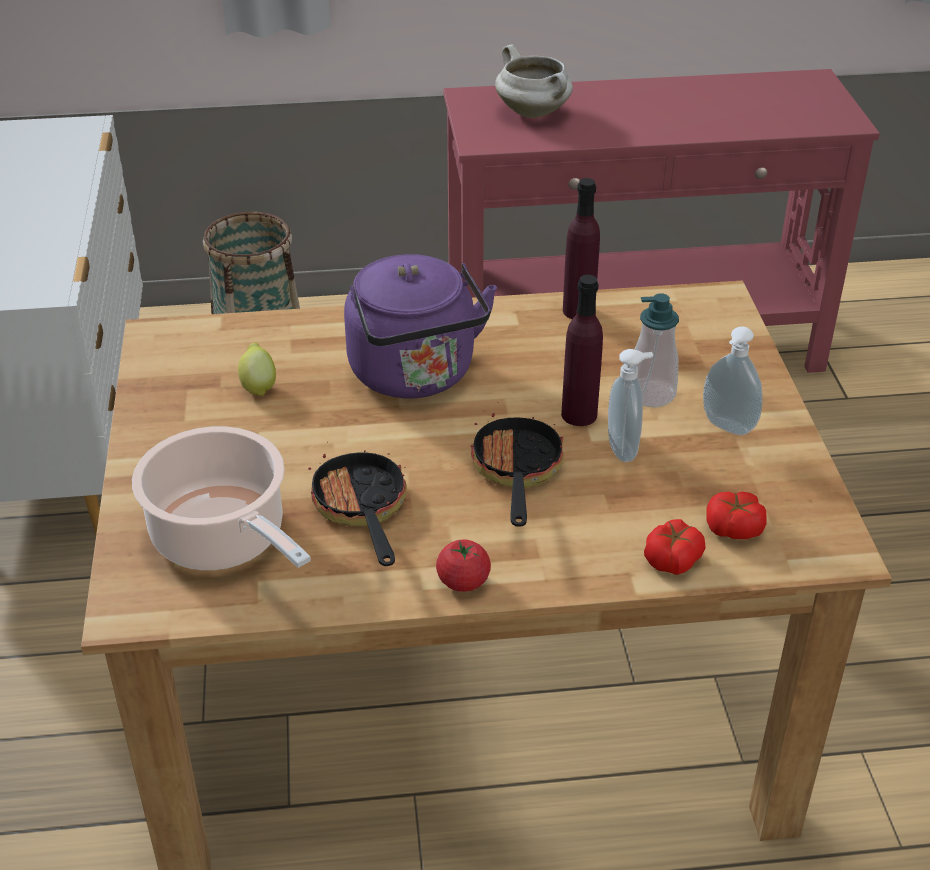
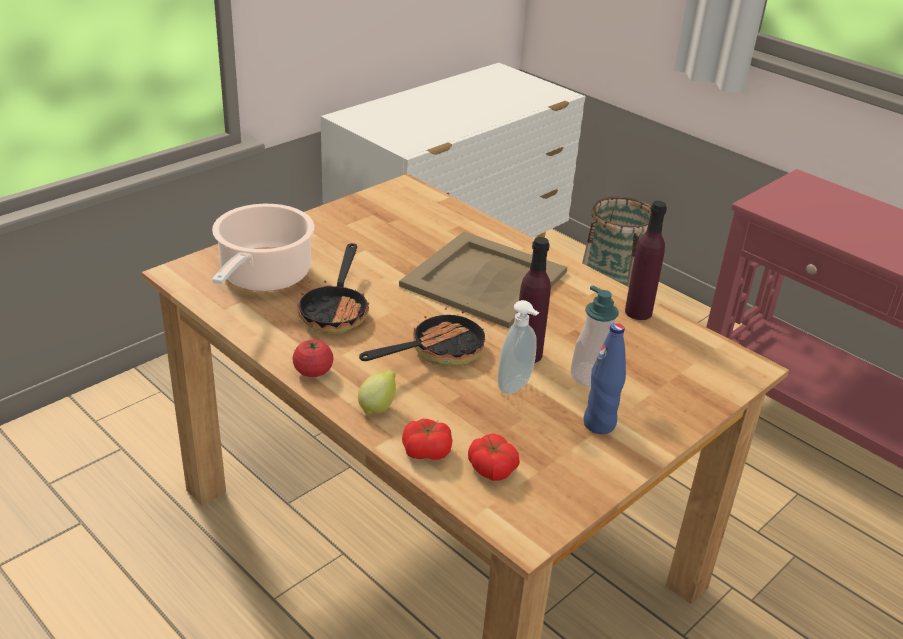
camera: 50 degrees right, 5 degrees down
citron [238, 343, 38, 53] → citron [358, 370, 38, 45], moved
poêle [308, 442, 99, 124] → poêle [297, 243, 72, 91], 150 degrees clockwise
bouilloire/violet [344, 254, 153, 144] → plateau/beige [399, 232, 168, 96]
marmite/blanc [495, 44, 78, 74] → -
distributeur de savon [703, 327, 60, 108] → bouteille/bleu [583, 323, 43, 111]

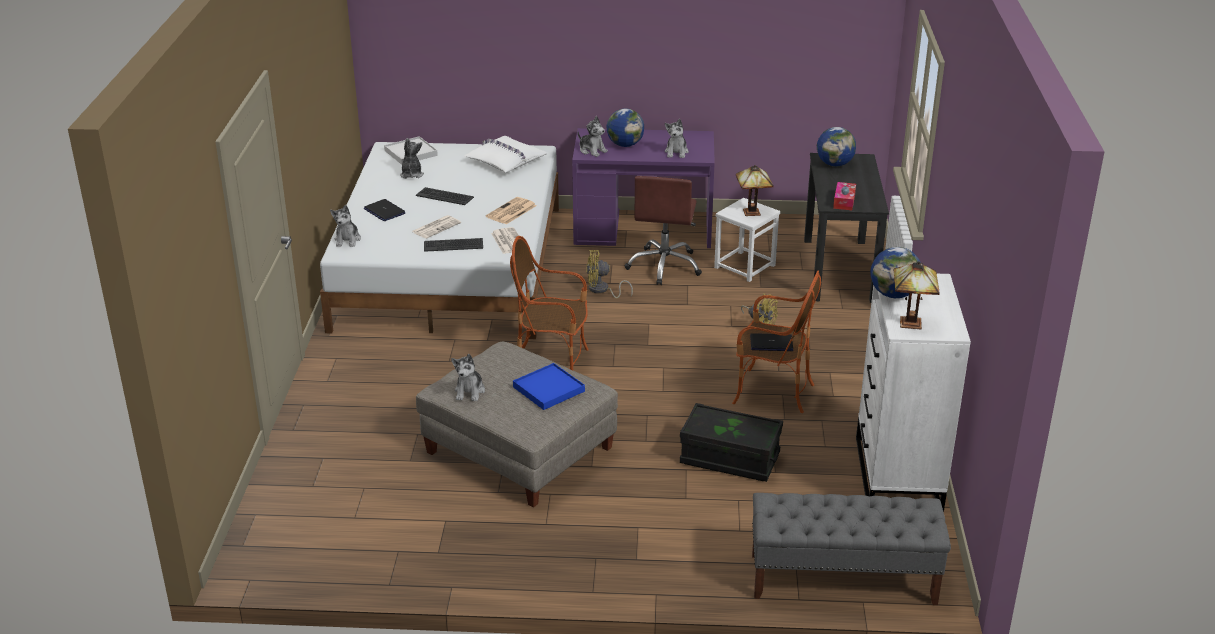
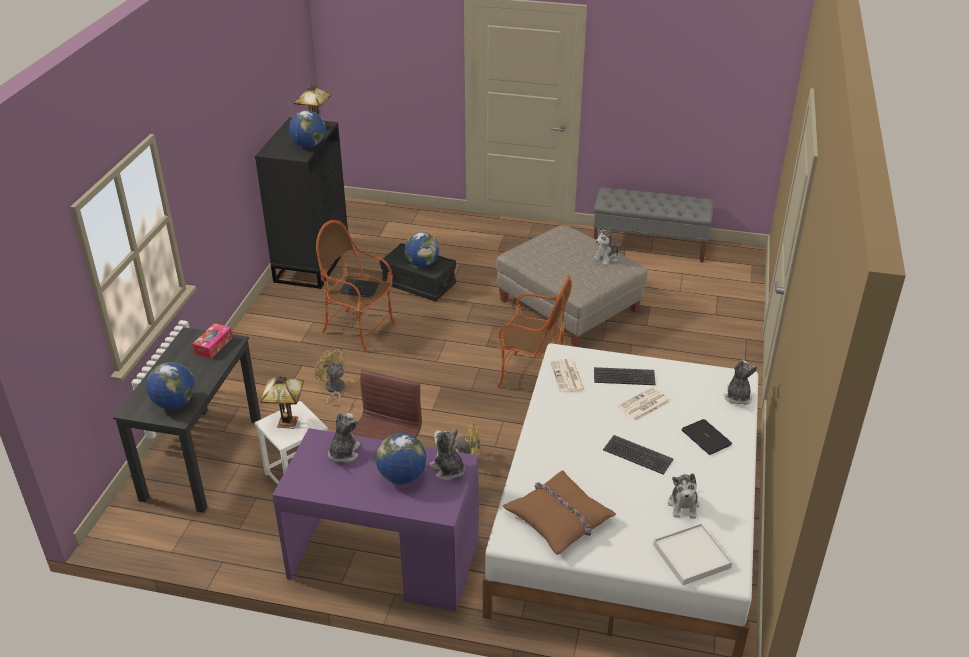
camera: 170 degrees left, 5 degrees up
peluche [451, 354, 34, 47] → peluche [593, 229, 27, 37], 150 degrees counterclockwise
coussin/blanc [464, 136, 84, 37] → coussin/marron [503, 471, 113, 84]
journal [486, 197, 51, 27] → -
plateau/bleu [513, 363, 72, 47] → -
banc/gris [752, 493, 199, 112] → banc/gris [594, 187, 120, 75], moved
commode/blanc [856, 274, 115, 238] → commode/noir [255, 117, 93, 172]
- → globe [405, 232, 34, 35]

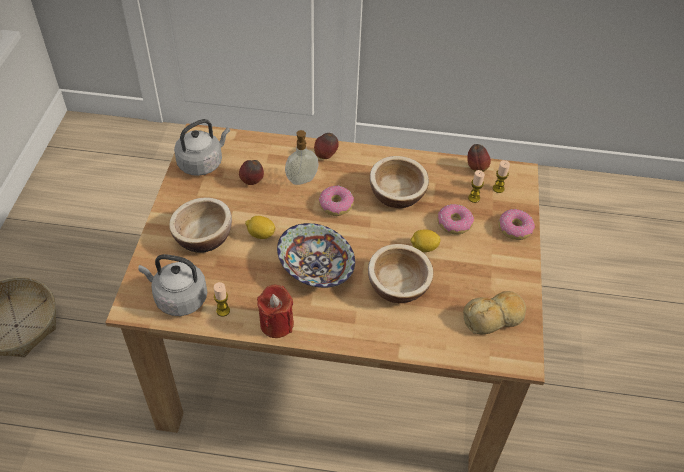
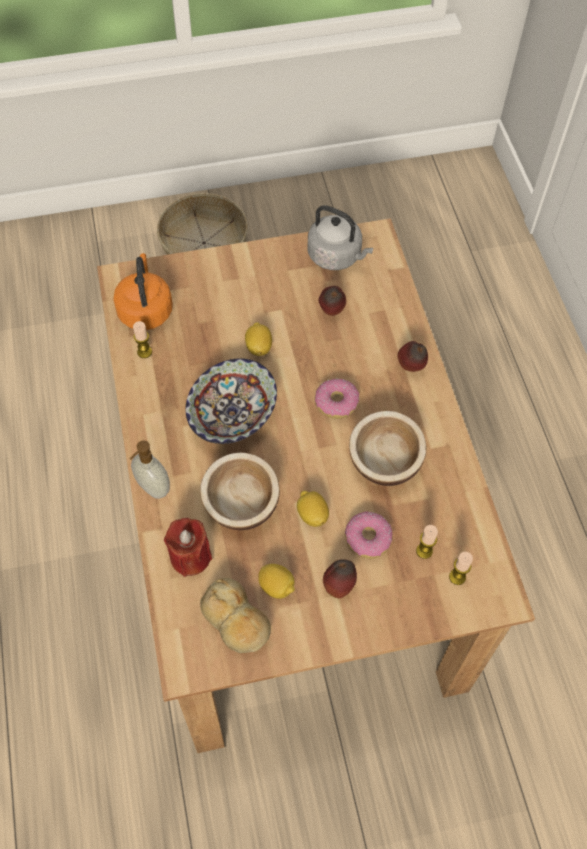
camera: 70 degrees right, 10 degrees up
bouilloire/gris [138, 254, 69, 62] → bouilloire/orange [113, 253, 60, 77]
bol [169, 197, 63, 56] → -
bougie/rouge [257, 285, 37, 53] → bougie/rouge [164, 518, 48, 59], moved
distributeur de savon [285, 130, 34, 55] → distributeur de savon [130, 440, 40, 59], moved
pomme [467, 144, 24, 28] → pomme [323, 559, 34, 39], moved
beignet [498, 209, 37, 31] → -
- → citron [258, 564, 37, 35]

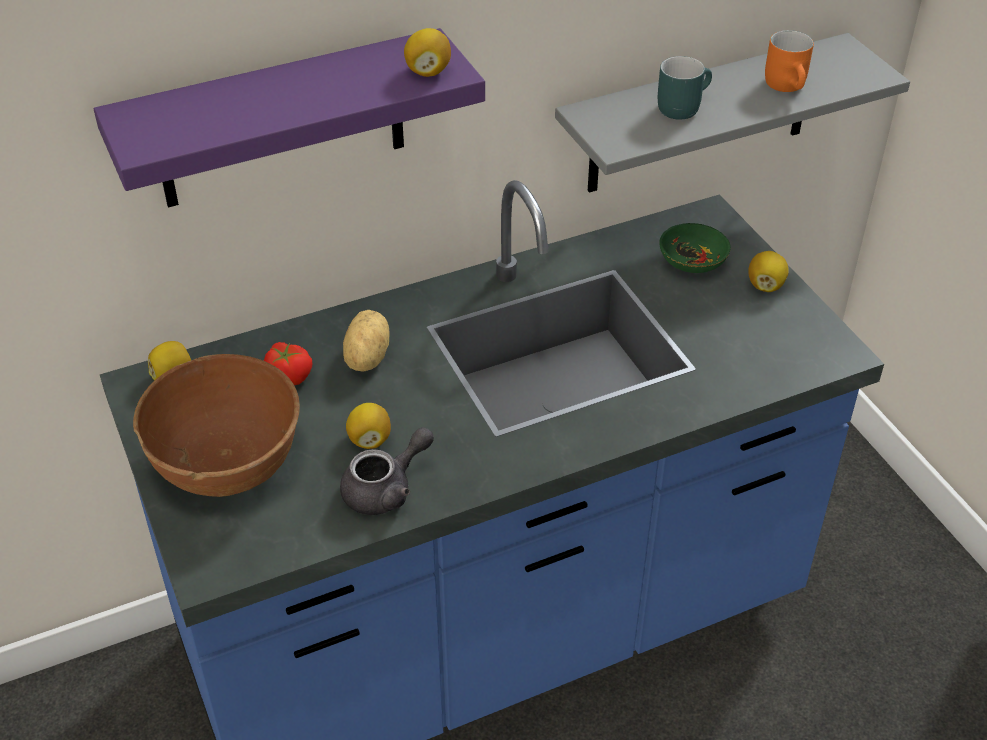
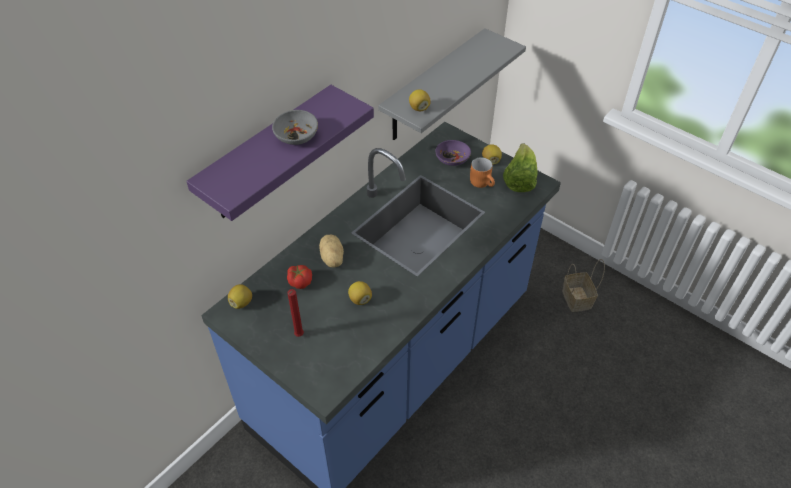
camera: 25 degrees left, 5 degrees up
bol/marron [133, 354, 167, 143] → bougie/rouge [287, 289, 17, 48]
théière/gris [340, 427, 94, 88] → -
citron [404, 28, 47, 49] → citron [409, 89, 22, 22], moved
mug/turquoise [658, 56, 54, 64] → -
bol/vert [659, 223, 72, 50] → bol/violet [435, 140, 36, 26]
mug/orange [765, 30, 49, 62] → mug/orange [470, 157, 25, 31], moved
- → bol/gris [272, 110, 46, 35]
- → laitue [503, 143, 35, 49]
- → panier [562, 259, 43, 53]

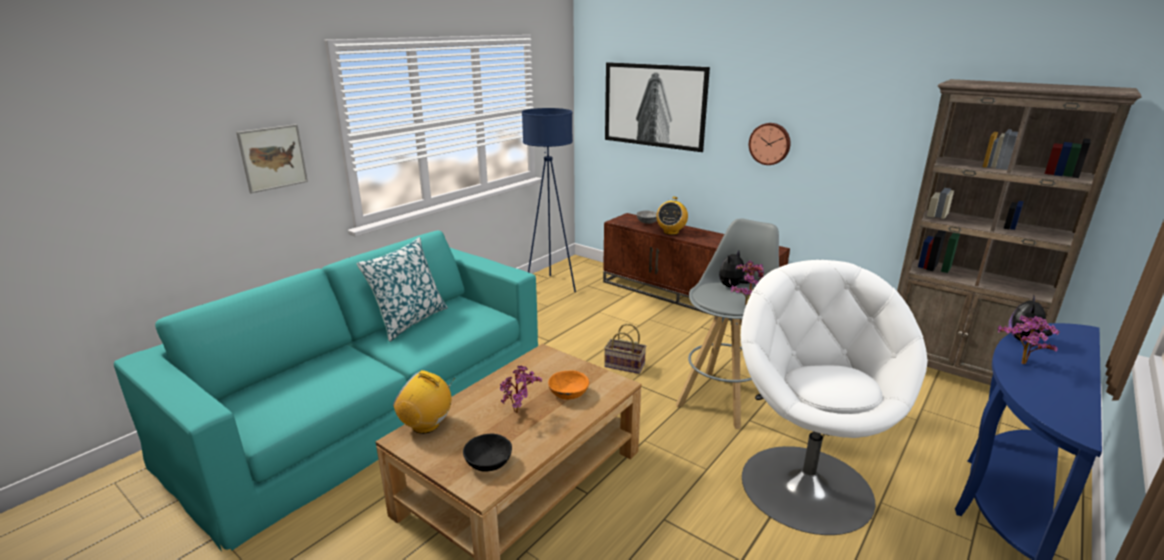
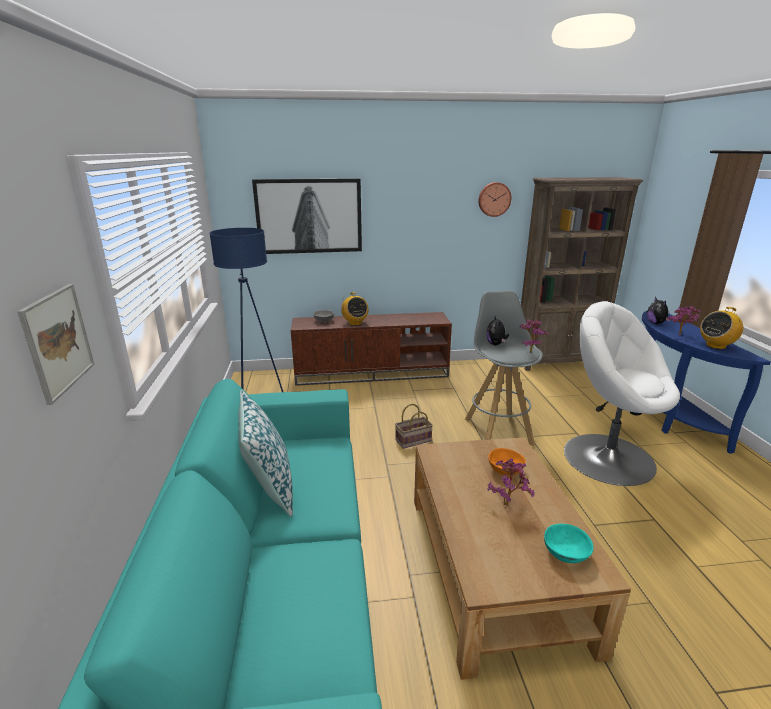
camera: 45 degrees left, 0 degrees up
radio [393, 370, 62, 64] → radio [700, 307, 43, 42], moved
bol/noir [463, 434, 49, 38] → bol/turquoise [544, 524, 50, 39]
horloge murale [749, 123, 42, 42] → horloge murale [479, 182, 32, 35], moved

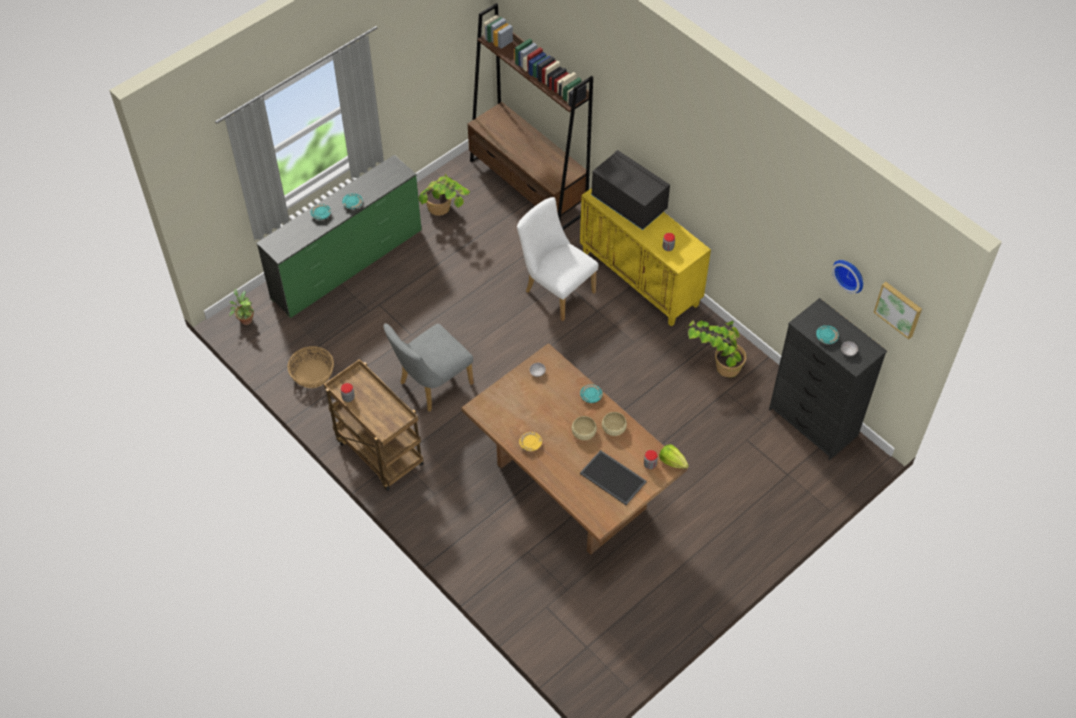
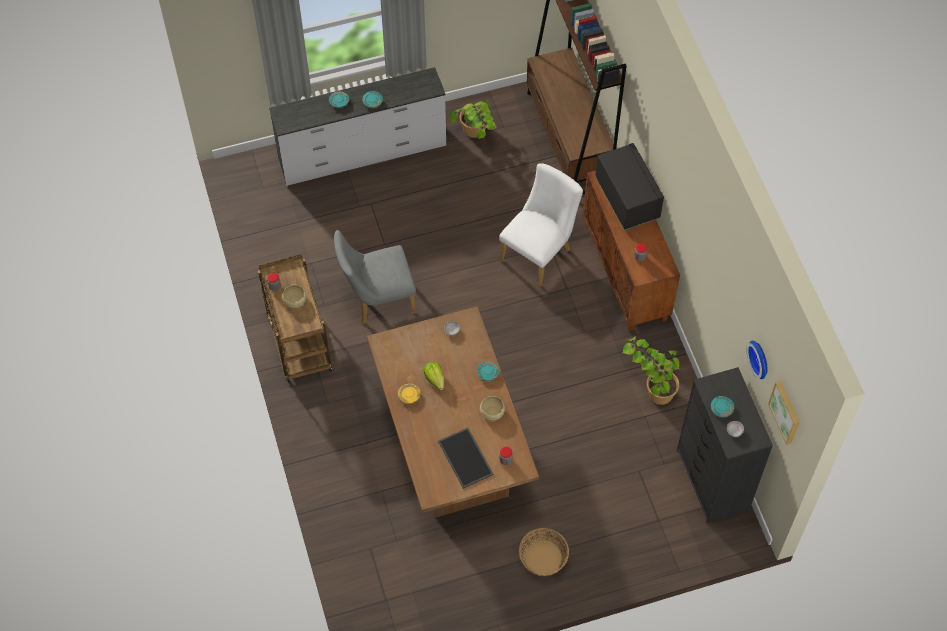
camera: 25 degrees right, 5 degrees up
plante en pot [229, 289, 26, 36] → -
commode/vert [256, 155, 166, 163] → commode/blanc [269, 67, 177, 119]
panier [287, 346, 47, 42] → panier [519, 528, 50, 48], moved
chaise/blanc [517, 197, 82, 124] → chaise/blanc [499, 163, 84, 124], 60 degrees clockwise
bol/beige [572, 416, 25, 24] → bol/beige [282, 285, 24, 23], moved
meuble de rangement/jaune [580, 188, 131, 139] → meuble de rangement/marron [583, 171, 97, 160]
laitue [659, 444, 30, 25] → laitue [423, 362, 21, 28], moved

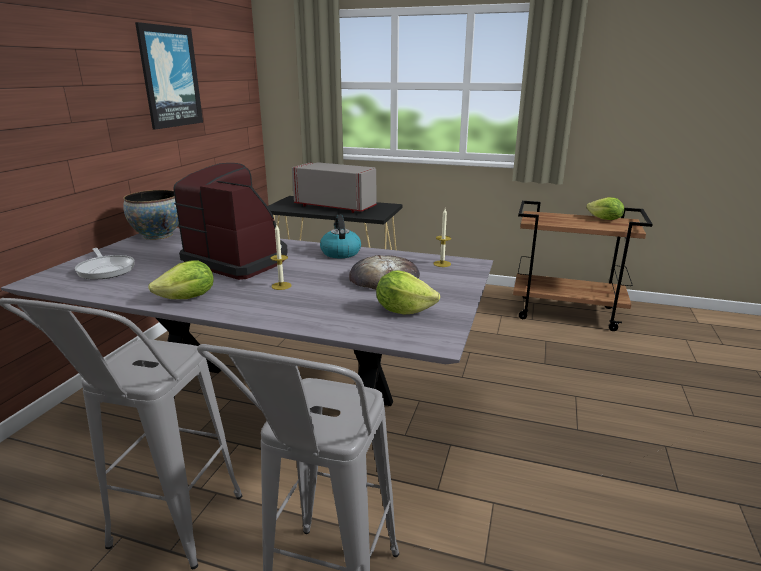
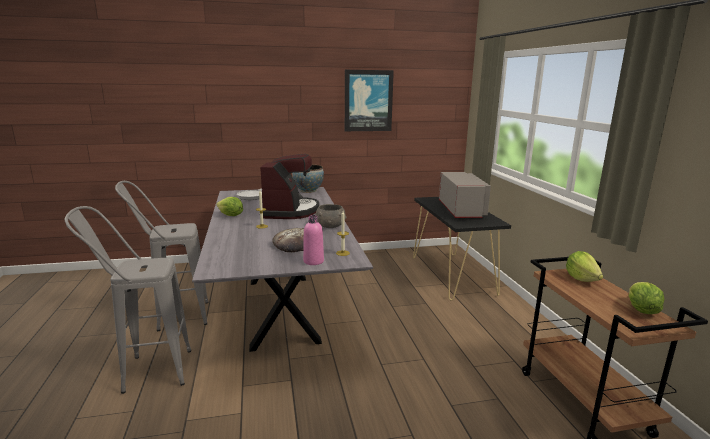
camera: 60 degrees right, 5 degrees down
bouilloire [320, 215, 41, 43] → bol/gris [315, 204, 31, 24]
laitue [376, 270, 64, 44] → laitue [566, 251, 37, 31], moved
- → bouteille/rose [303, 215, 21, 50]

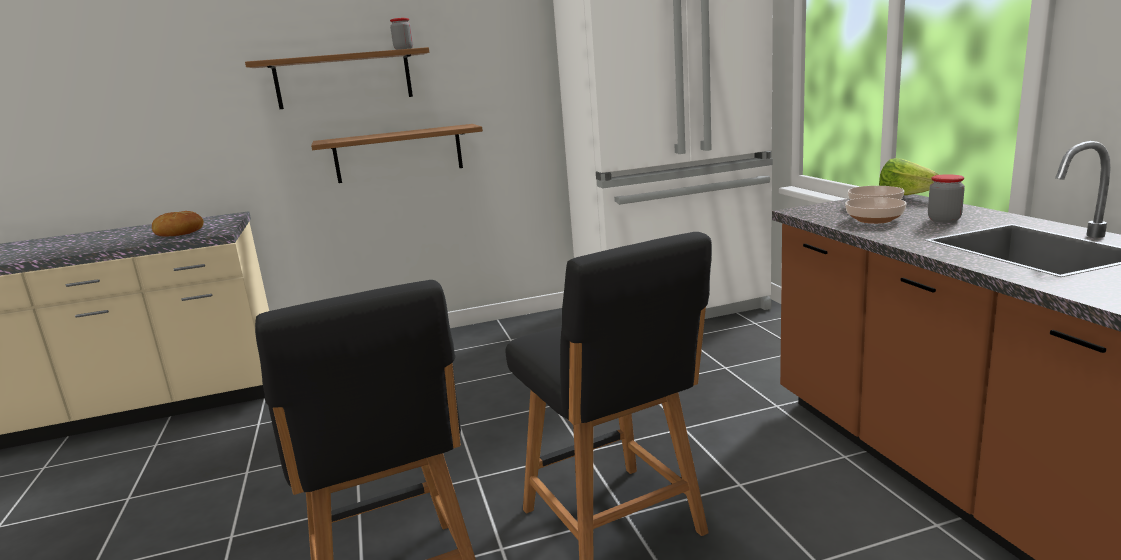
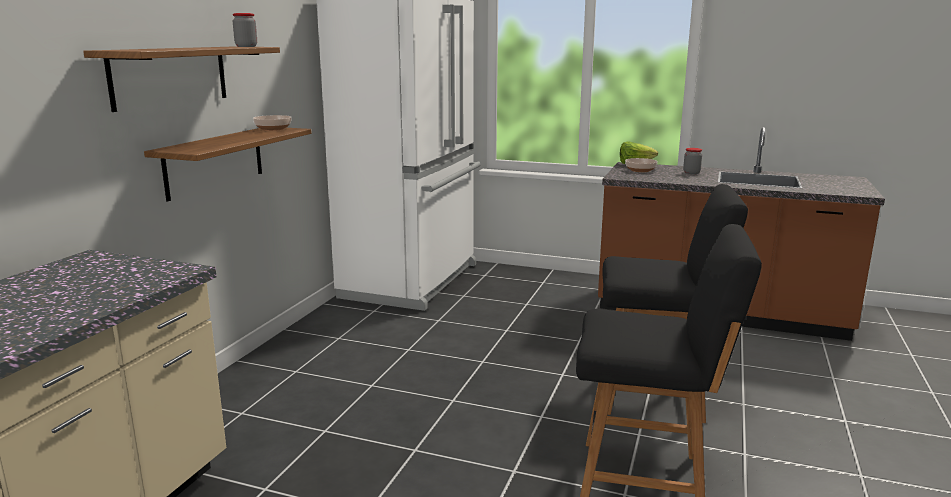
camera: 55 degrees left, 0 degrees up
pain [152, 211, 52, 25] → -
bol [845, 197, 62, 27] → bol [253, 115, 39, 16], moved

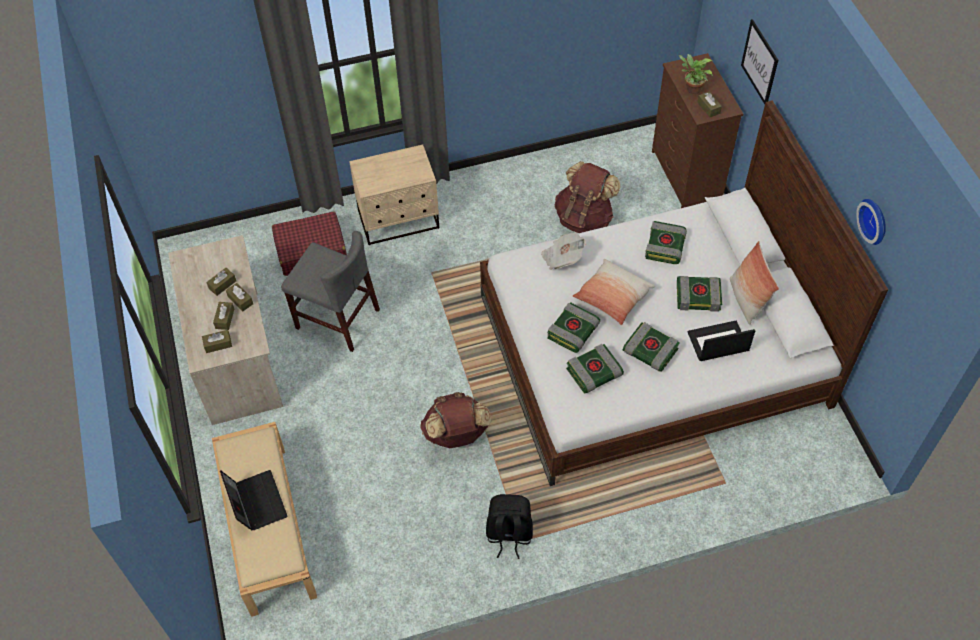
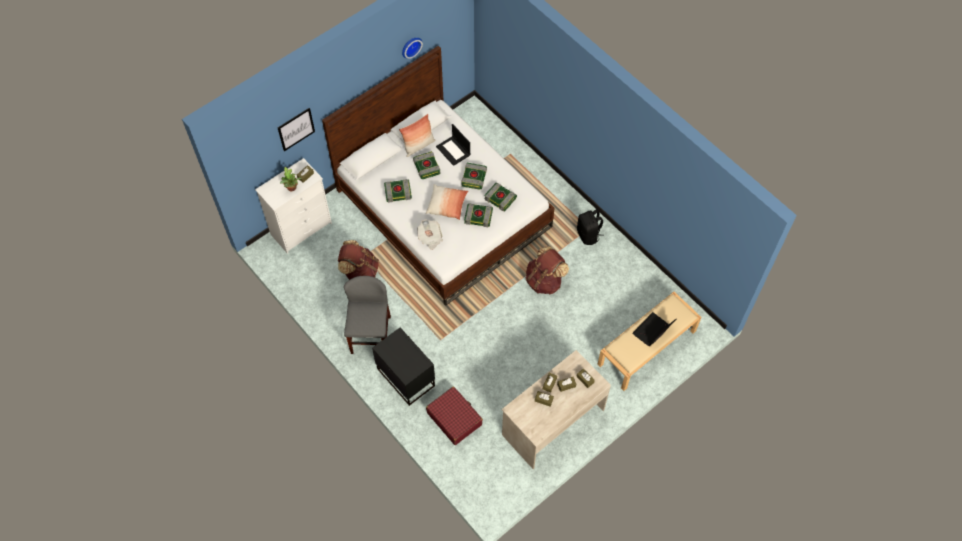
camera: 115 degrees left, 5 degrees up
chaise/gris [281, 231, 99, 121] → chaise/gris [344, 276, 47, 78], moved
table de chevet/beige [349, 144, 90, 101] → table de chevet/noir [372, 328, 63, 78]
commode/marron [652, 53, 91, 155] → commode/blanc [255, 158, 77, 96]

